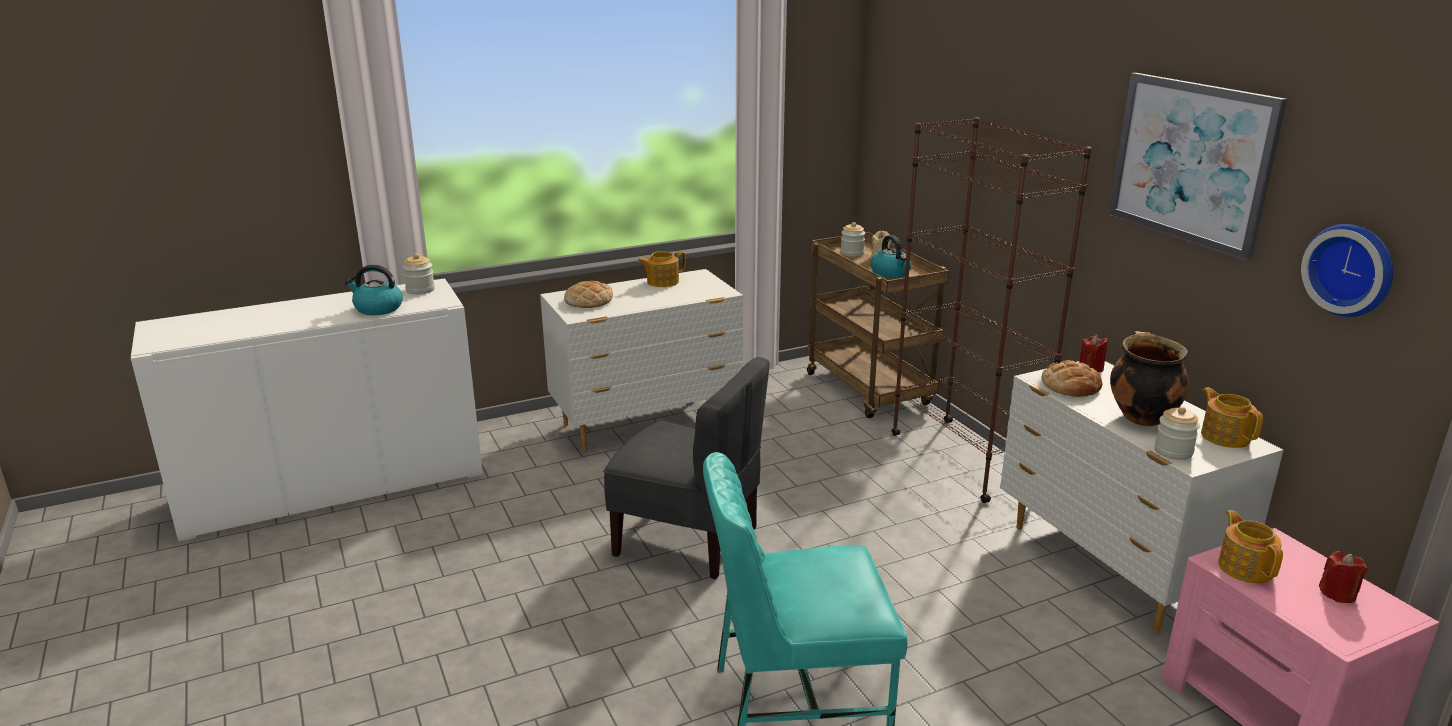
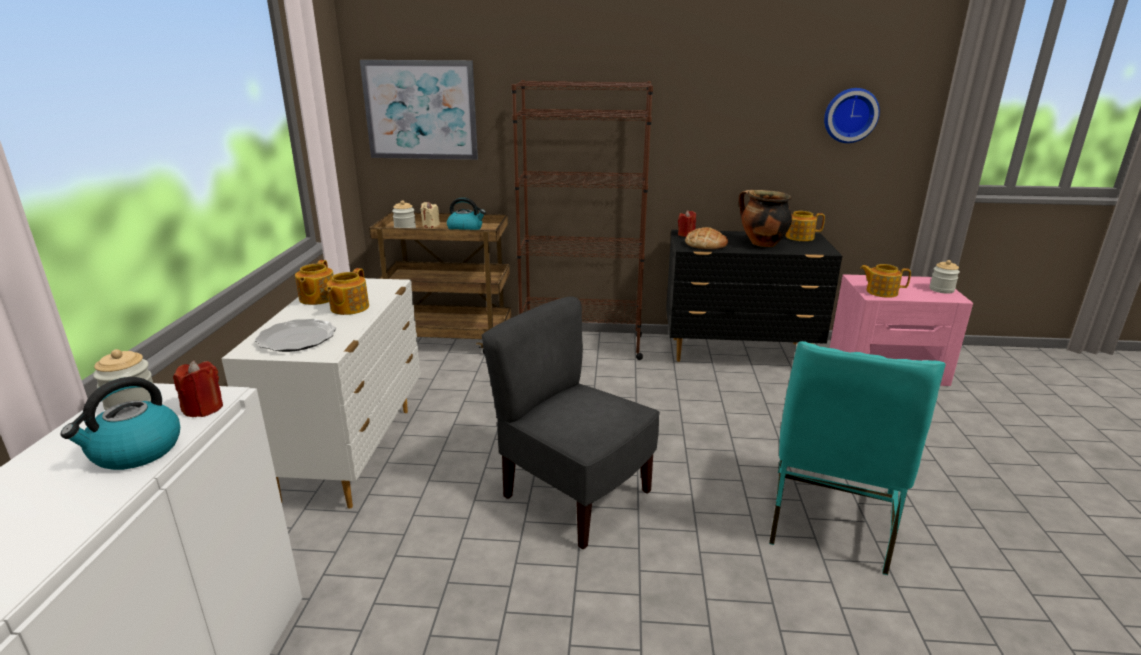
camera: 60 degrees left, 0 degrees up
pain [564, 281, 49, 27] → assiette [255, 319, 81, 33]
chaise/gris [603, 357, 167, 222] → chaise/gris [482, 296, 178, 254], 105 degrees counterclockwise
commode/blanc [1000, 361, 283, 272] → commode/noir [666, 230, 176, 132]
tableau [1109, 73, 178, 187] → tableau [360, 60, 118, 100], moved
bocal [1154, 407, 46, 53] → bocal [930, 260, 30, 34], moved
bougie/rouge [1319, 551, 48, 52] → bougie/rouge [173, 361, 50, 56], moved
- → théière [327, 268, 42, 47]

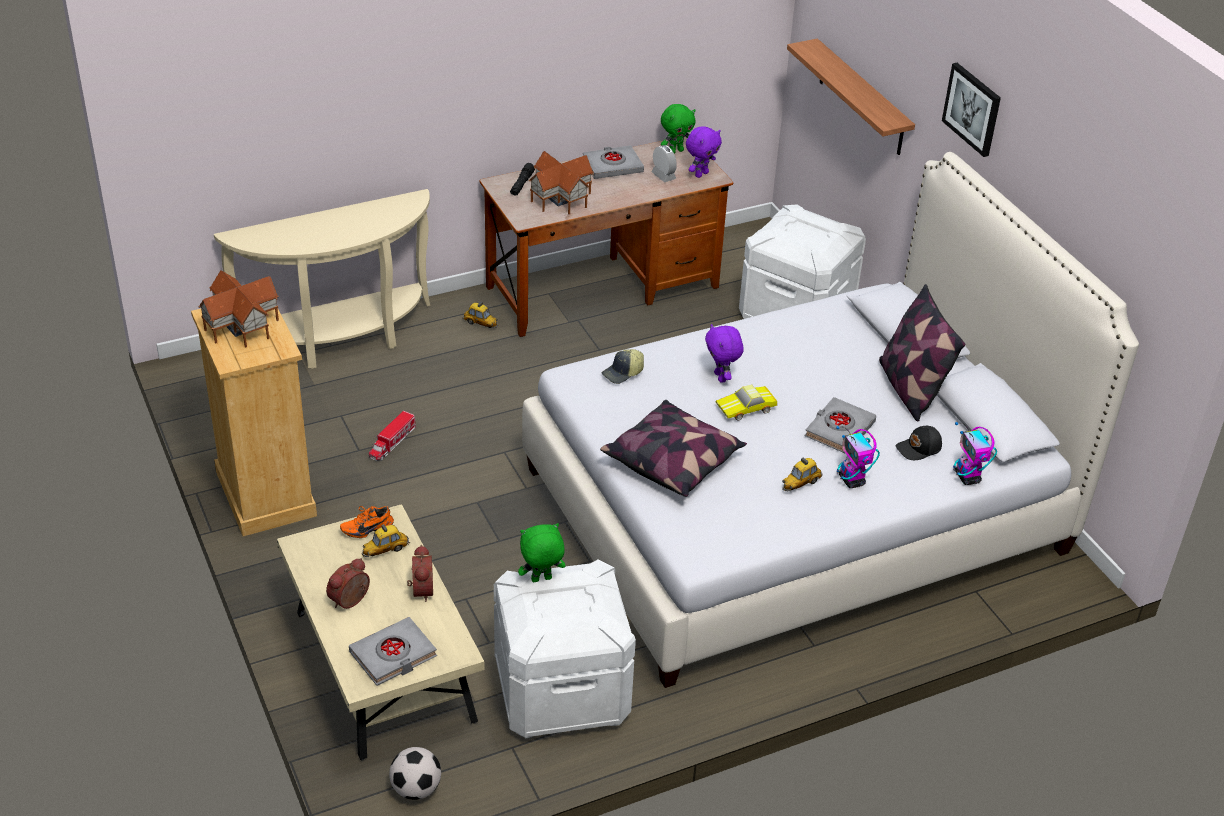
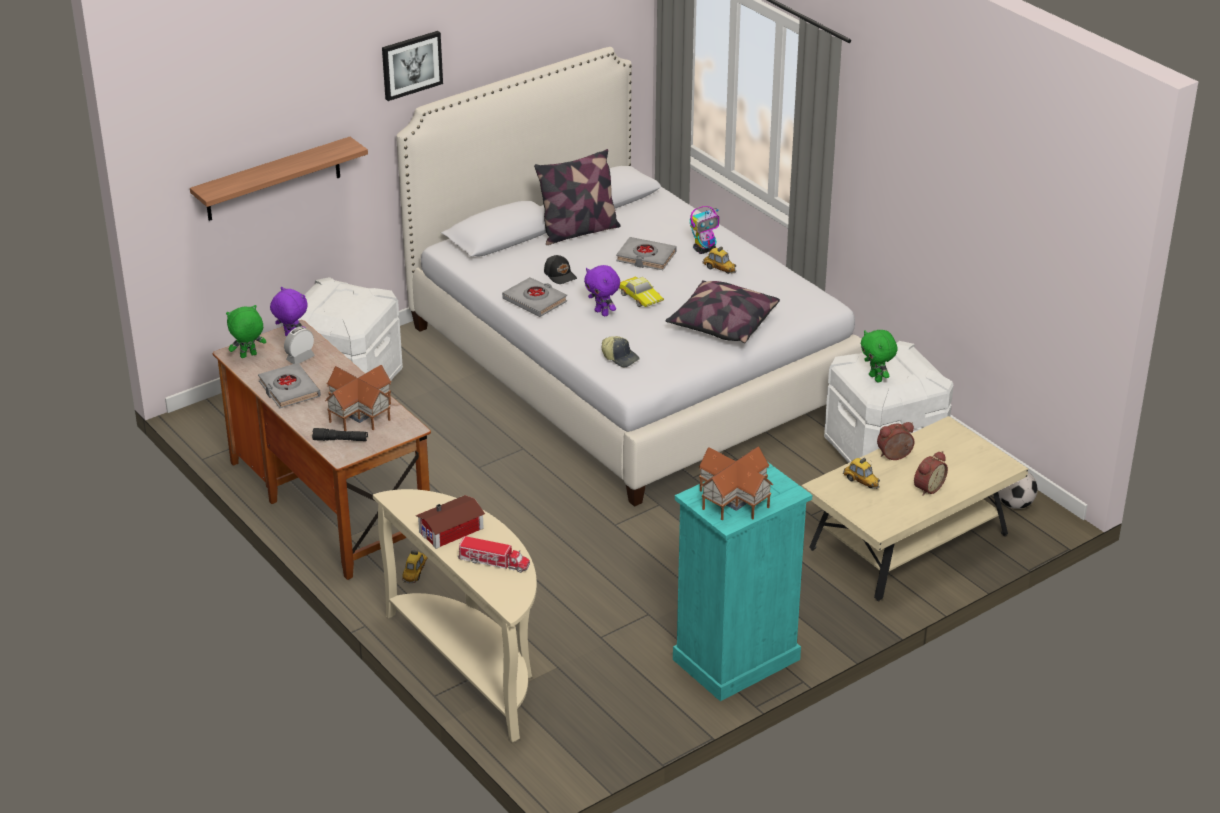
camera: 100 degrees left, 5 degrees down
commode/beige [191, 309, 126, 227] → commode/turquoise [673, 462, 139, 239]
réveil [326, 558, 44, 51] → réveil [914, 451, 34, 45], 75 degrees counterclockwise
chaussure/orange [340, 506, 54, 32] → -
livre/gris [349, 617, 88, 69] → livre/gris [502, 277, 65, 40], moved
camion jouet [369, 411, 47, 50] → camion jouet [458, 536, 72, 37], moved
peluche/vert [661, 104, 34, 49] → peluche/vert [226, 305, 40, 53], 75 degrees counterclockwise
peluche/violet [705, 324, 39, 59] → peluche/violet [584, 265, 36, 51], 75 degrees clockwise
casquette/noir [895, 426, 47, 34] → casquette/noir [544, 255, 33, 29], moved
robot jouet [953, 422, 44, 63] → -
- → maison miniature [416, 495, 69, 54]

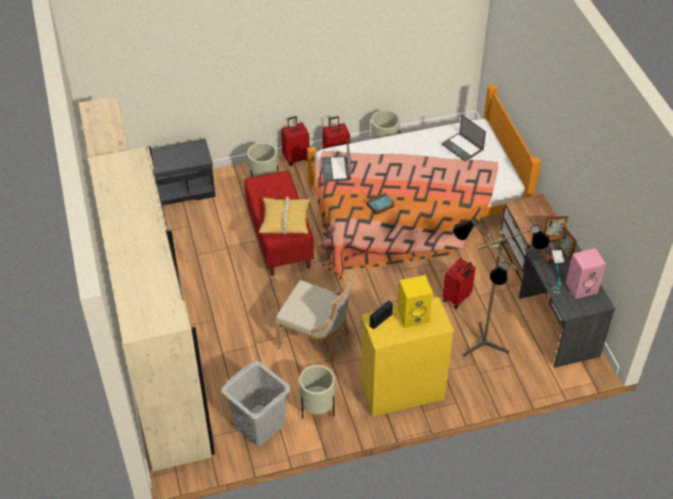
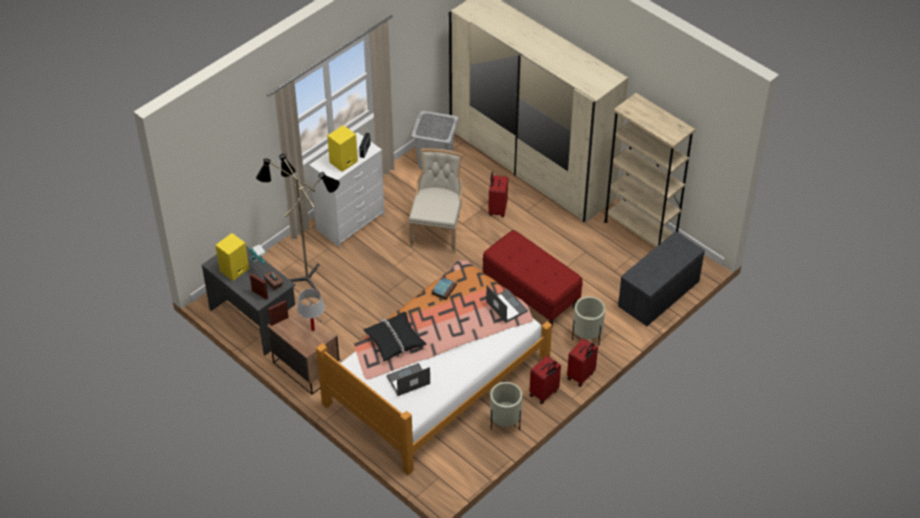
camera: 150 degrees right, 0 degrees up
coussin/jaune [259, 196, 51, 39] → -
chaise/beige [275, 268, 82, 96] → chaise/beige [409, 149, 54, 105], 105 degrees clockwise
cache-pot/beige [299, 365, 36, 53] → -
commode/jaune [360, 297, 94, 120] → commode/blanc [309, 132, 76, 115]
ordinateur portable [441, 115, 45, 47] → ordinateur portable [386, 363, 44, 33], 45 degrees counterclockwise
valise/rouge [442, 258, 34, 51] → valise/rouge [488, 172, 20, 45], moved
enceinte/rose [566, 248, 40, 51] → enceinte/jaune [215, 233, 34, 48]
- → lampe de table/blanc [297, 289, 28, 42]
- → coussin/noir [364, 312, 63, 49]

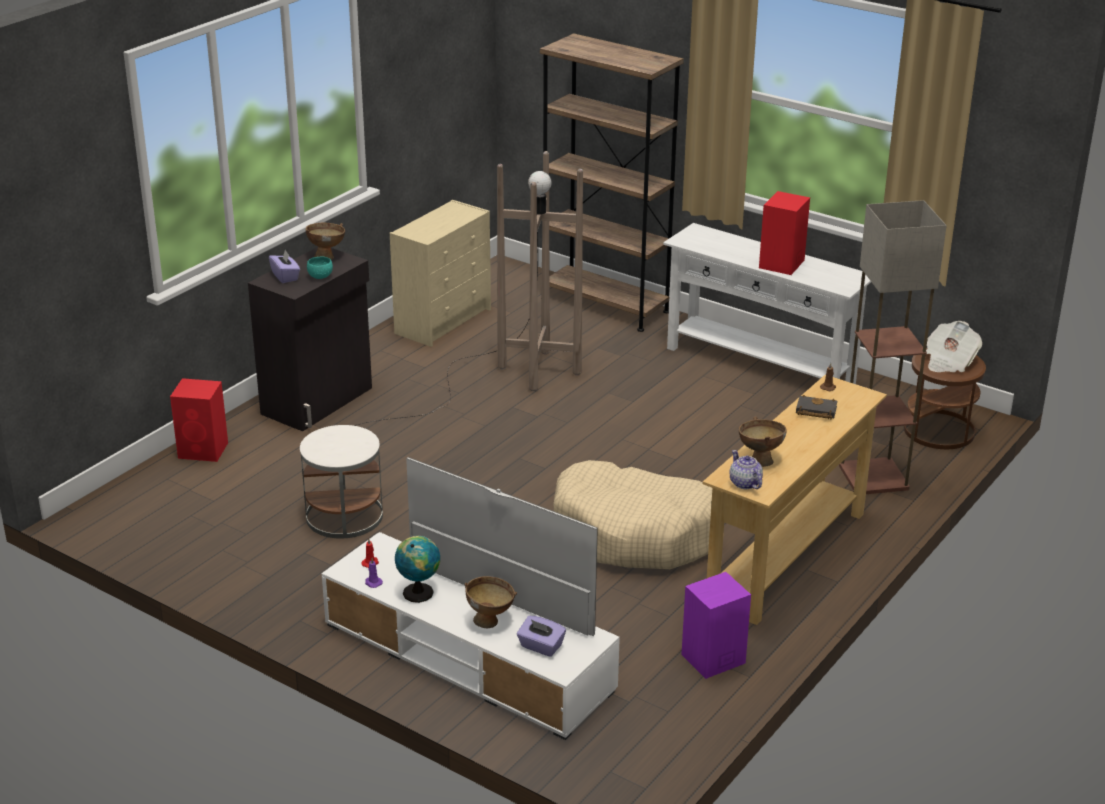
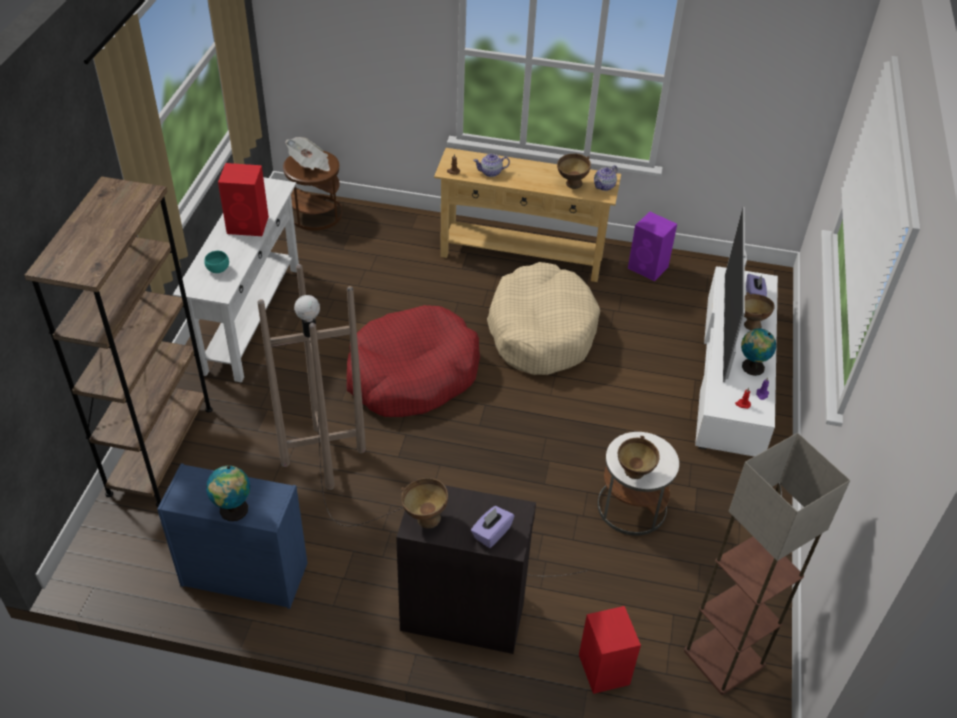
camera: 115 degrees left, 15 degrees up
bol/turquoise [307, 257, 26, 22] → bol/turquoise [204, 251, 25, 22], moved
commode/beige [390, 200, 101, 147] → commode/bleu [157, 463, 151, 146]
livre/noir [796, 395, 42, 25] → théière [473, 154, 37, 23]
lampadaire [839, 200, 108, 294] → lampadaire [684, 433, 166, 262], moved
- → globe [206, 466, 44, 55]
- → panier pour chien/rouge [347, 305, 133, 112]
- → bol/marron [618, 436, 42, 43]

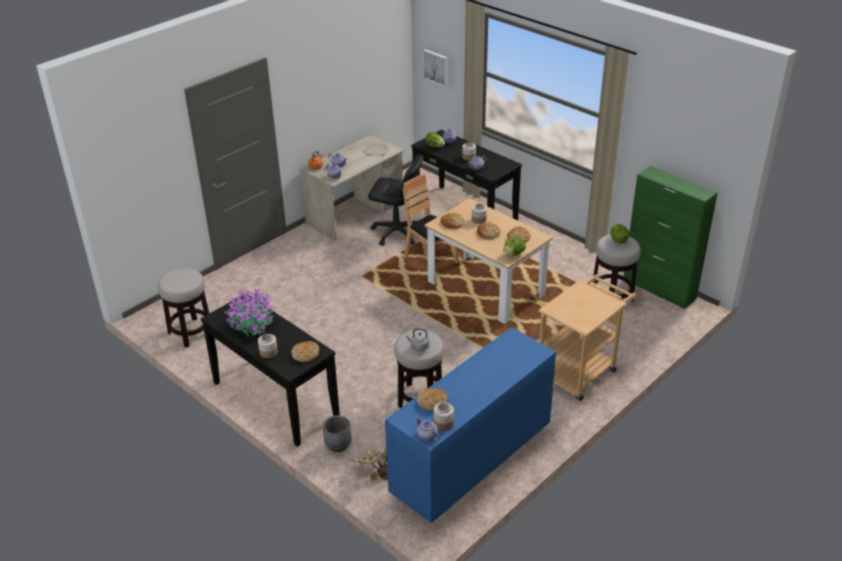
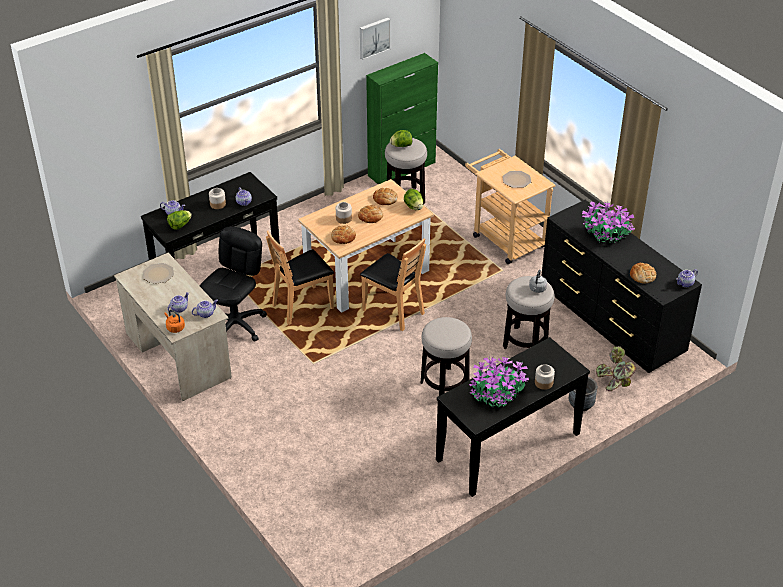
camera: 80 degrees left, 5 degrees up
tabouret [158, 268, 51, 79] → tabouret [420, 317, 52, 79], moved
pain [291, 341, 28, 21] → -
commode/bleu [385, 327, 171, 196] → commode/noir [541, 200, 161, 173]
tableau [423, 49, 25, 38] → tableau [360, 18, 31, 42], moved
bocal [434, 402, 20, 28] → -
- → chaise/marron [360, 238, 66, 93]
- → assiette [502, 171, 29, 17]
- → plante en pot [582, 202, 53, 41]

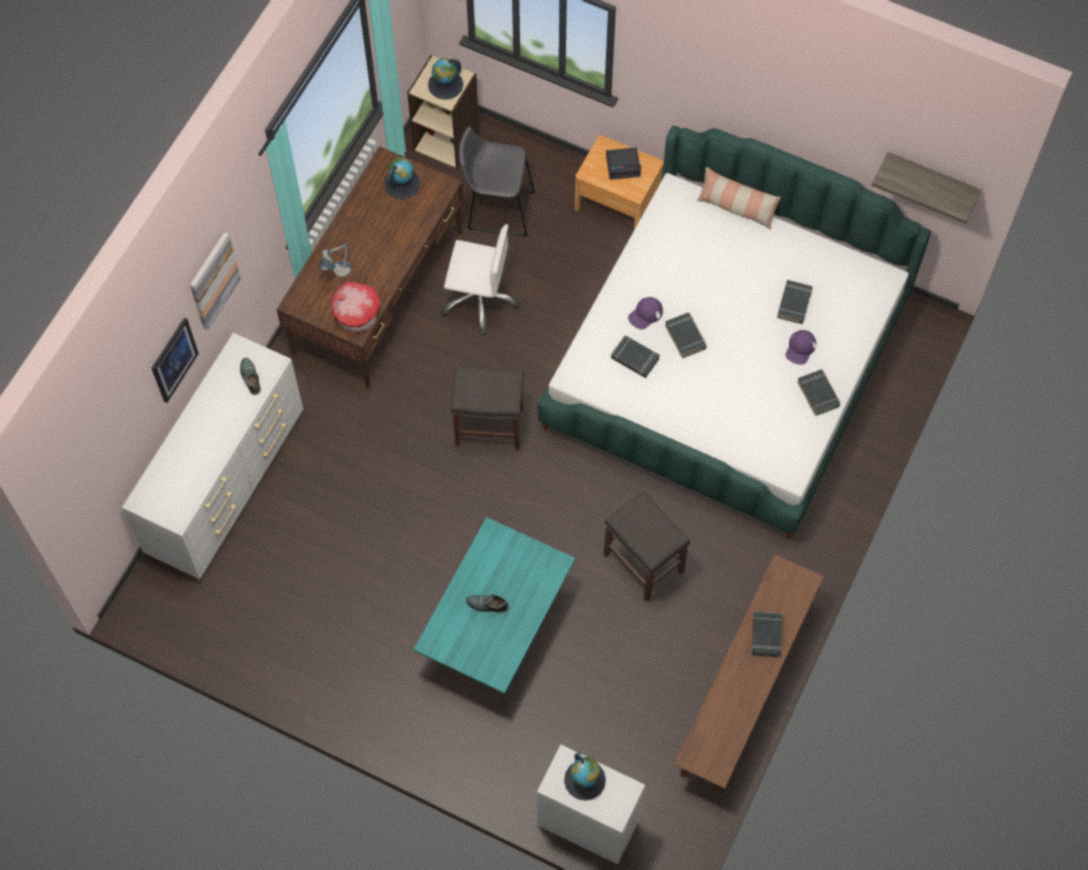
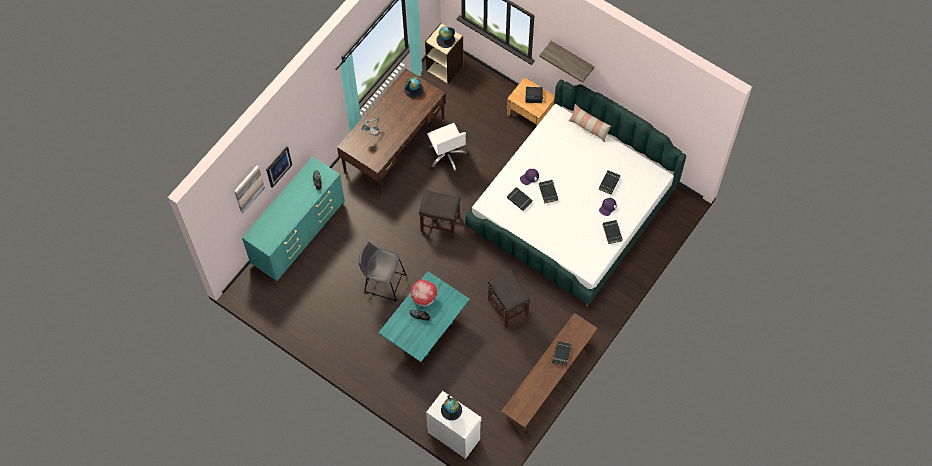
camera: 10 degrees right, 0 degrees up
commode/blanc [122, 333, 182, 246] → commode/turquoise [242, 156, 103, 125]
tableau [190, 232, 51, 98] → tableau [234, 166, 31, 47], moved
maison miniature [331, 281, 49, 51] → maison miniature [411, 279, 26, 28], moved
chaise de bureau/blanc [441, 224, 78, 111] → chaise de bureau/blanc [427, 123, 42, 51], 45 degrees clockwise
tabouret/gris [459, 127, 76, 110] → tabouret/gris [359, 241, 48, 60], moved
étagère [872, 152, 109, 72] → étagère [539, 41, 55, 42], moved

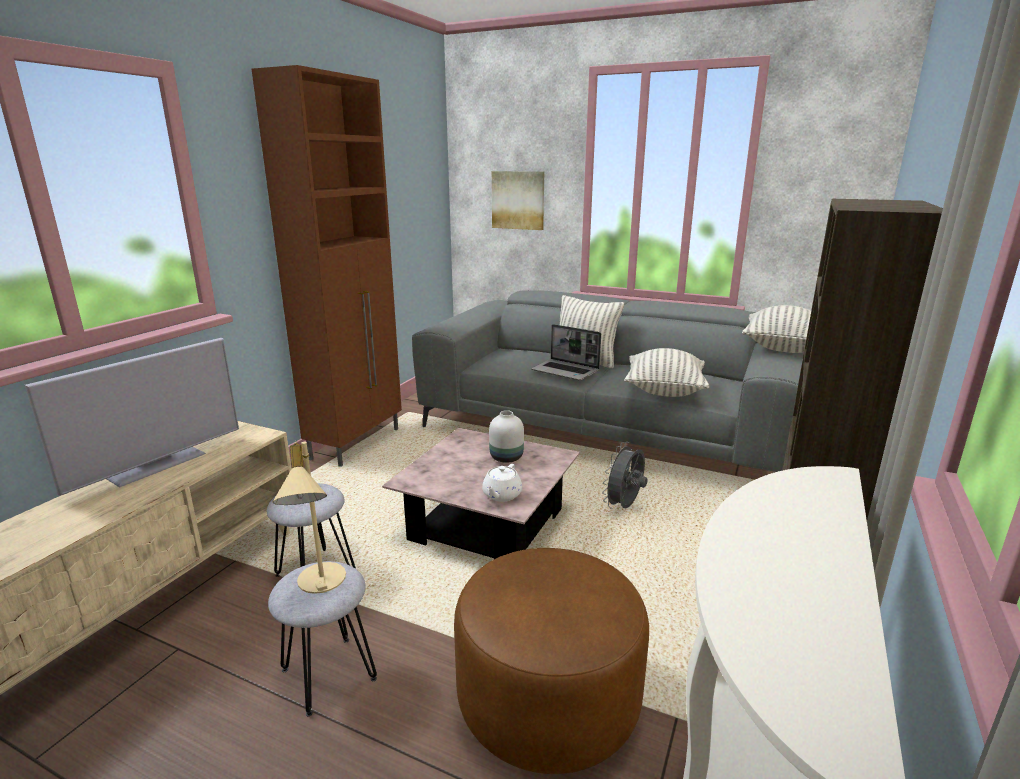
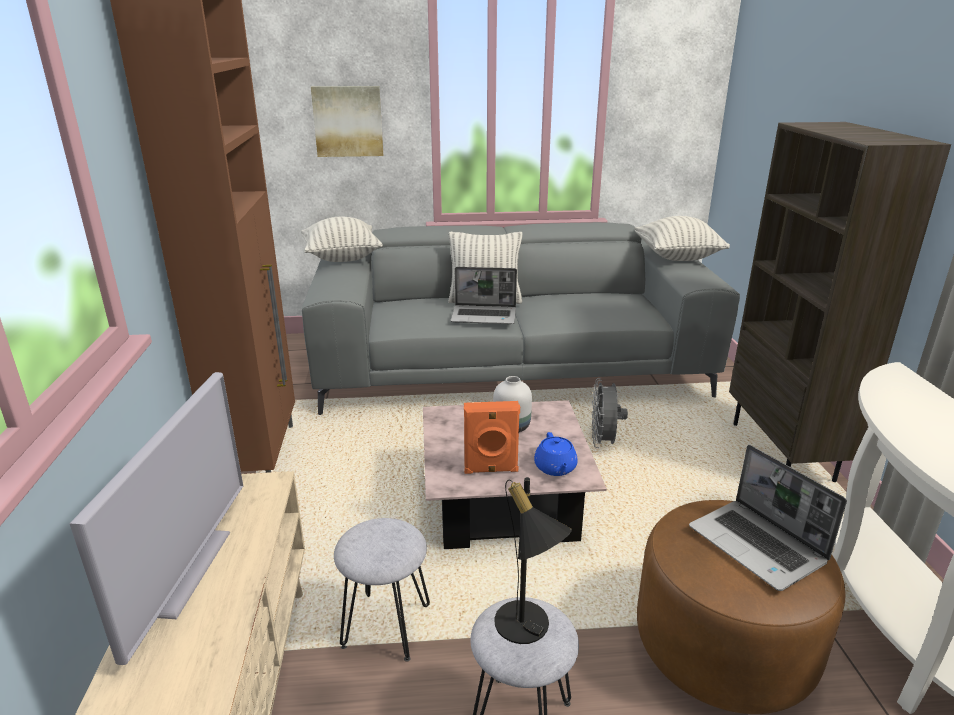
camera: 30 degrees left, 5 degrees up
lampe de table/beige [273, 441, 73, 153] → lampe de table/noir [494, 477, 78, 167]
théière/blanc [482, 464, 40, 38] → théière/bleu [534, 432, 44, 44]
coussin [624, 348, 85, 49] → coussin [301, 217, 82, 45], moved
- → enceinte/orange [464, 401, 56, 73]
- → ordinateur portable [689, 445, 158, 146]

